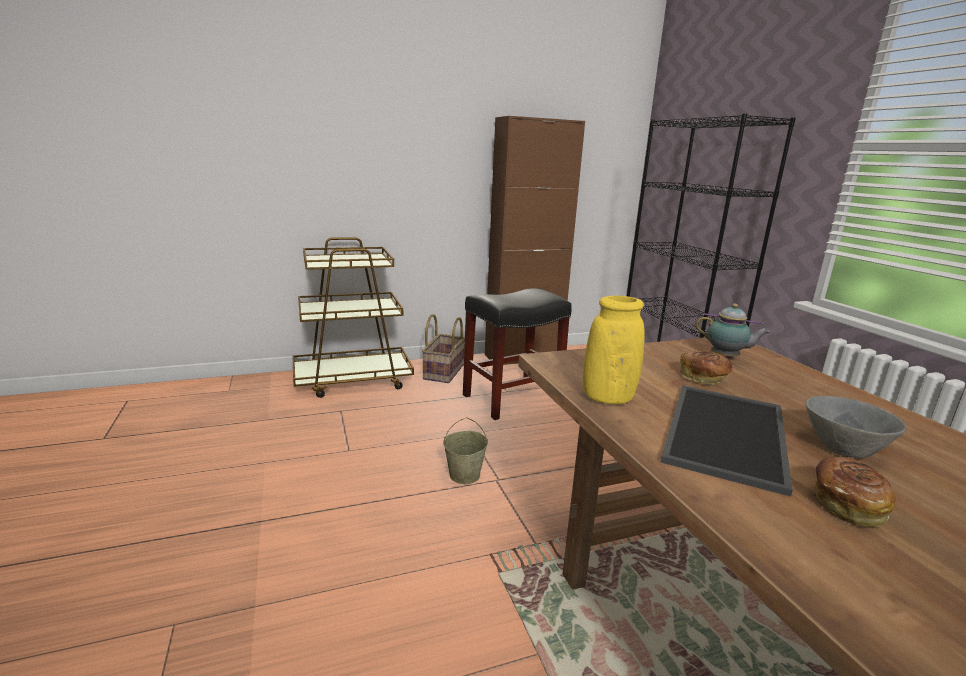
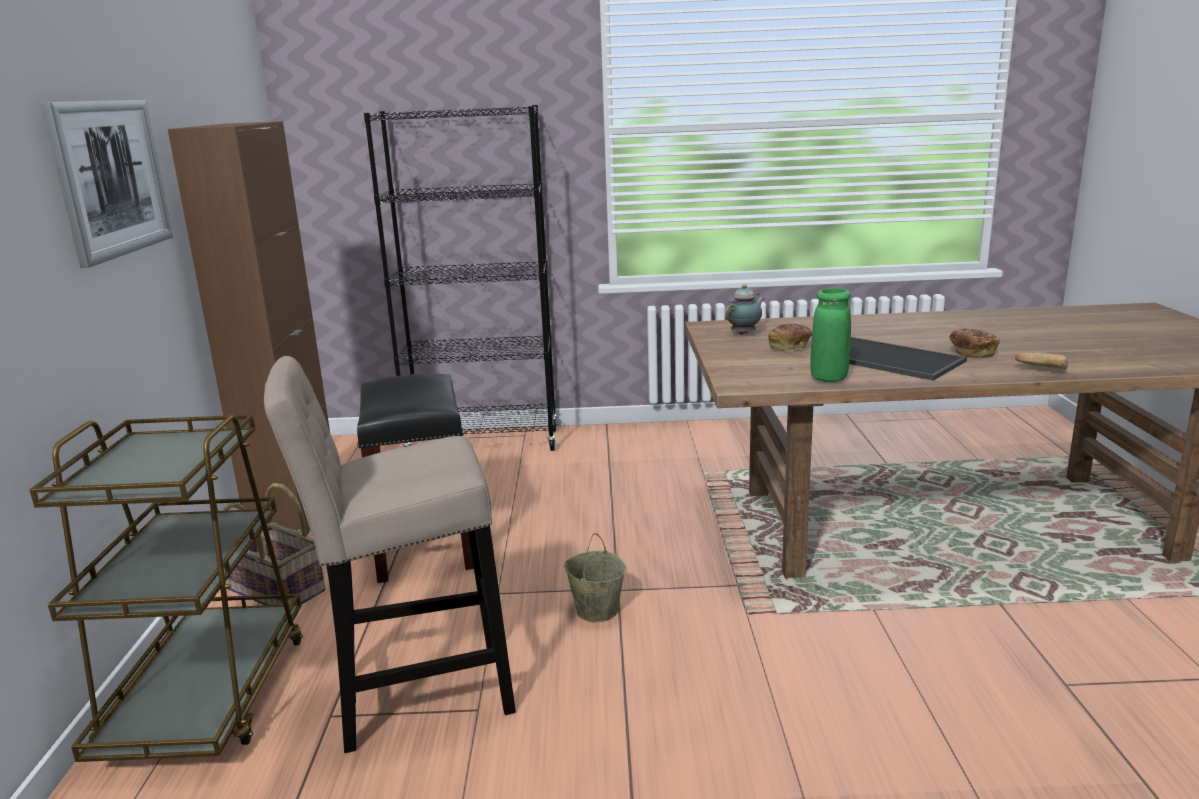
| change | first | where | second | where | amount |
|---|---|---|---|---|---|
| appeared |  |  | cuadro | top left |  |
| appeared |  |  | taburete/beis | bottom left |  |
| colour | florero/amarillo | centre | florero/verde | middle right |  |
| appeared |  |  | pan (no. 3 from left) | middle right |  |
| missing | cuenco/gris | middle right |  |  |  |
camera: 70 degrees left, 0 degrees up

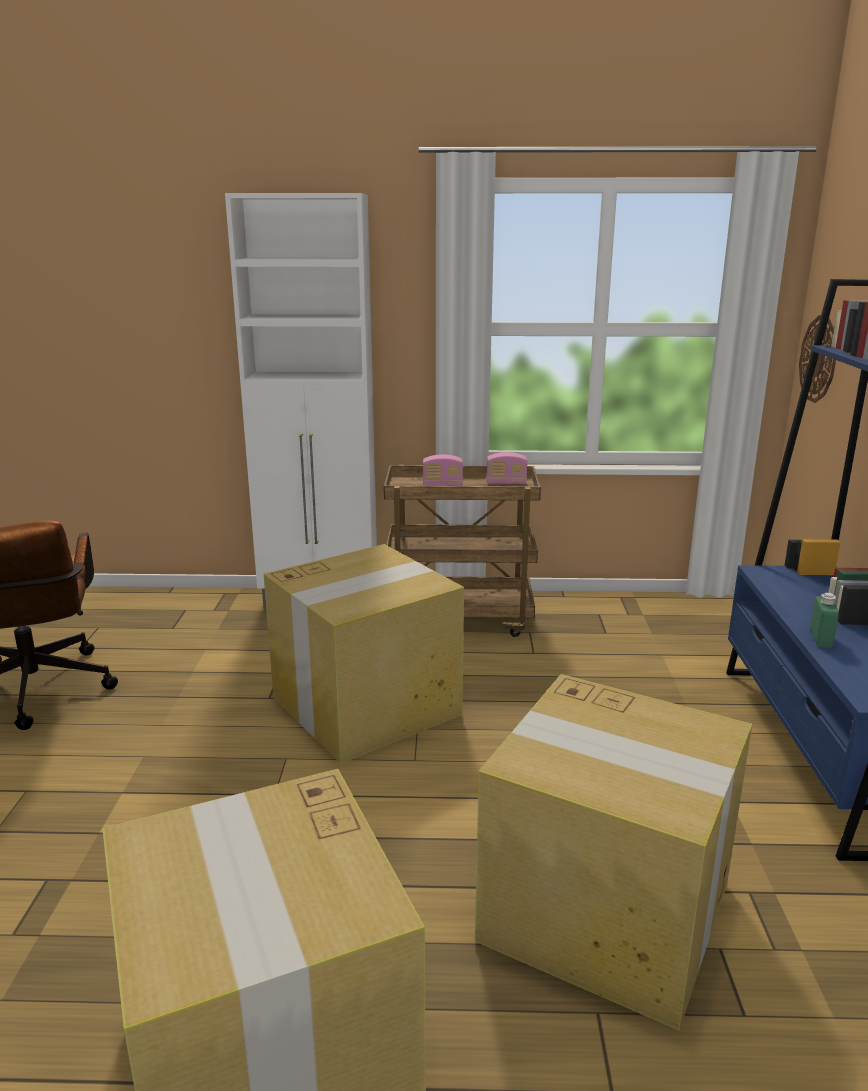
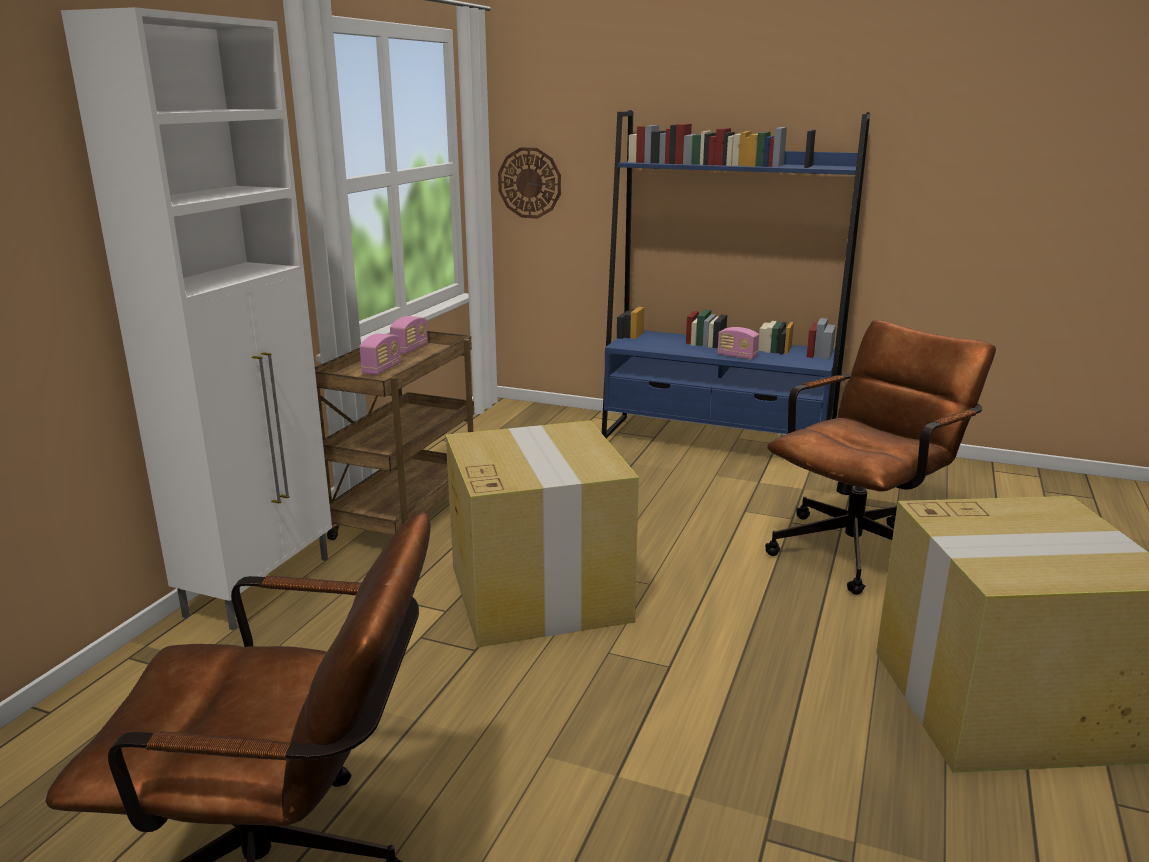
| change | first | where | second | where | amount |
|---|---|---|---|---|---|
| exchanged | botella/verde | middle right | radio (no. 3 from left) | centre |  |
| exchanged | caja de cartón (no. 3 from left) | bottom right | silla de oficina/marrón (no. 2 from left) | middle right |  |
camera: 70 degrees left, 0 degrees up

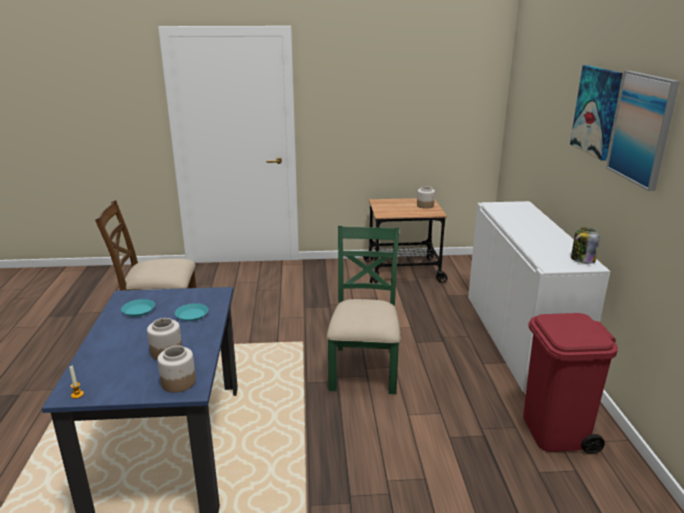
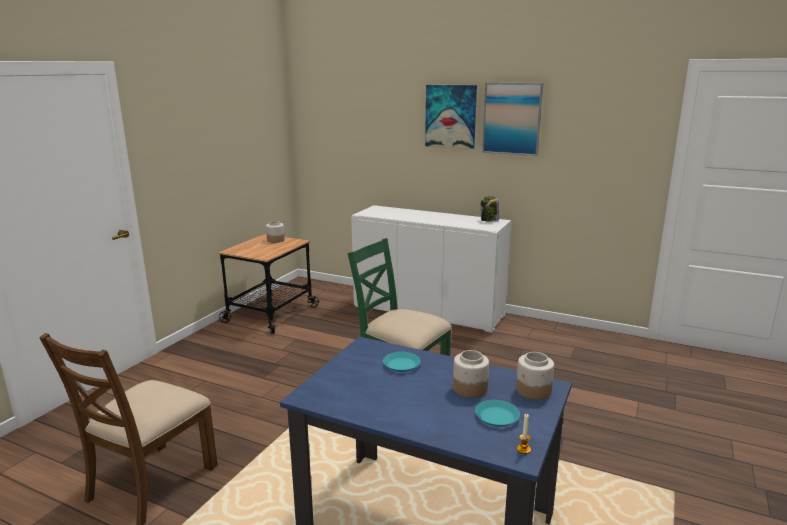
| change | first | where | second | where | amount |
|---|---|---|---|---|---|
| relocated | plato/turquesa (no. 1 from left in the first image) | middle left | plato/turquesa (no. 2 from left) | bottom centre |  |
| missing | papelera/rojo | bottom right |  |  |  |
camera: 60 degrees left, 5 degrees down

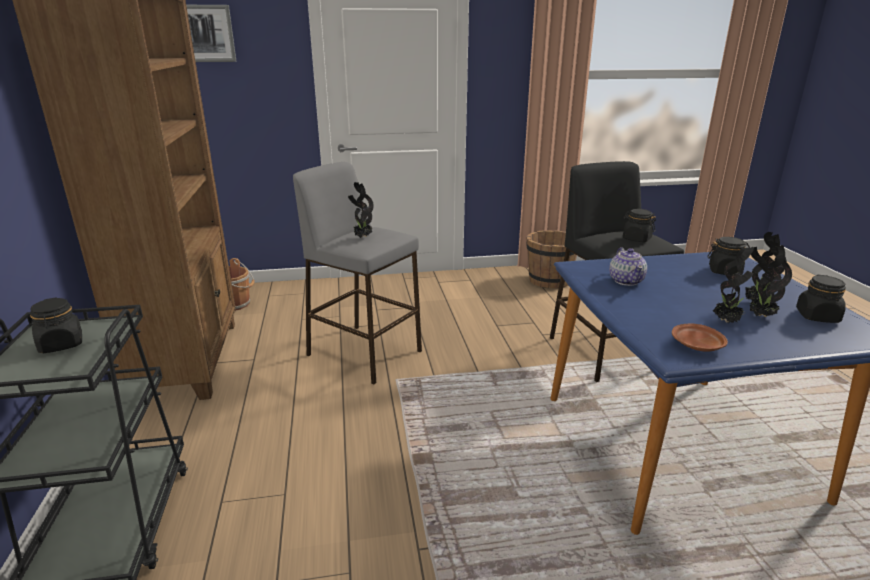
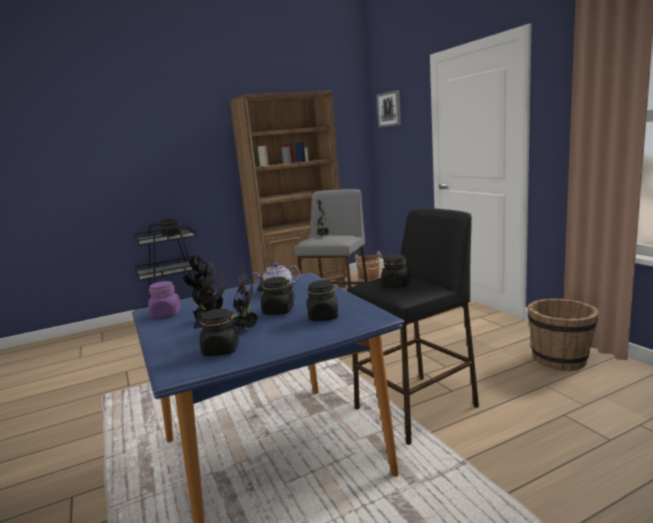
| change | first | where | second | where | amount |
|---|---|---|---|---|---|
| exchanged | plato/marrón | middle right | tarro/morado | middle left |  |
| appeared |  |  | tarro/negro (no. 3 from left) | centre |  |
camera: 75 degrees right, 10 degrees down

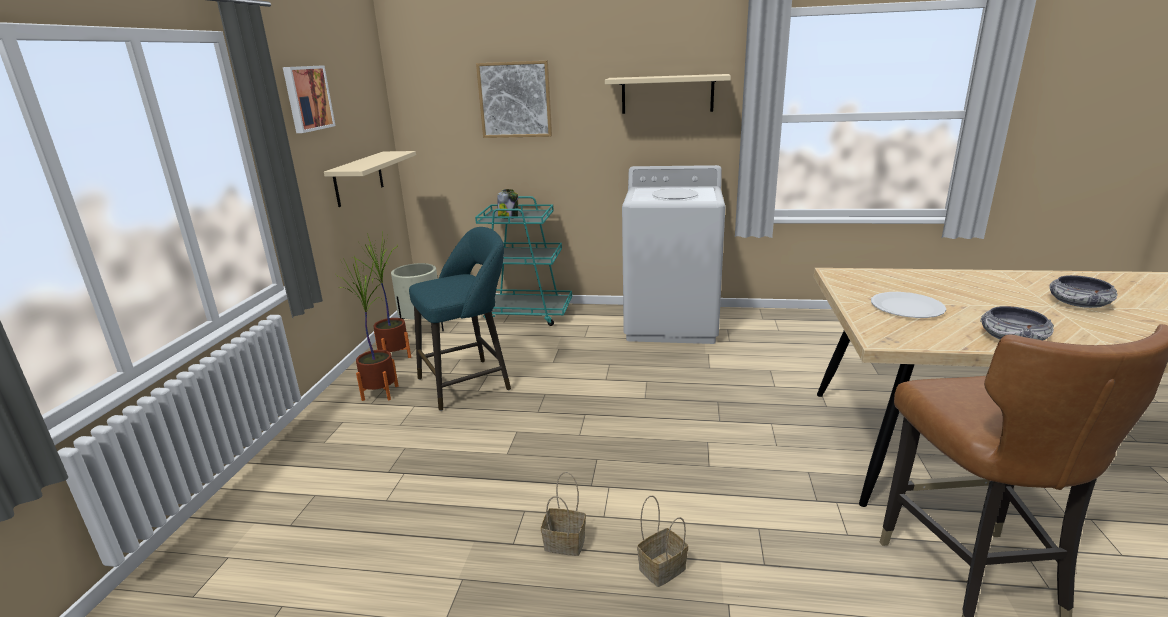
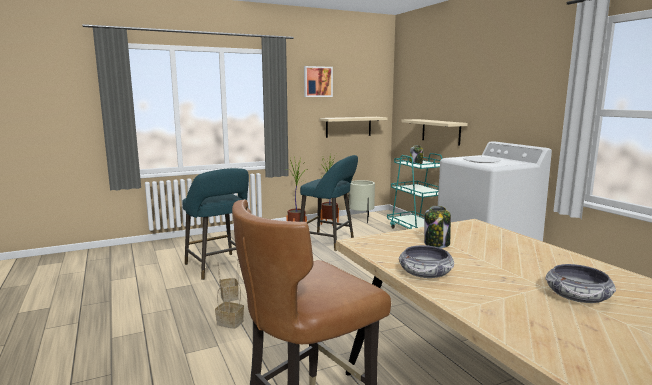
| change | first | where | second | where | amount |
|---|---|---|---|---|---|
| appeared |  |  | taburete/turquesa (no. 1 from left) | middle left |  |
| relocated | estante/beis (no. 2 from left) | top centre |  | centre |  |
| exchanged | plato/blanco (no. 2 from left) | middle right | tarro (no. 2 from left) | middle right |  |
| missing | cuadro (no. 2 from left) | top centre |  |  |  |
camera: 55 degrees right, 10 degrees down

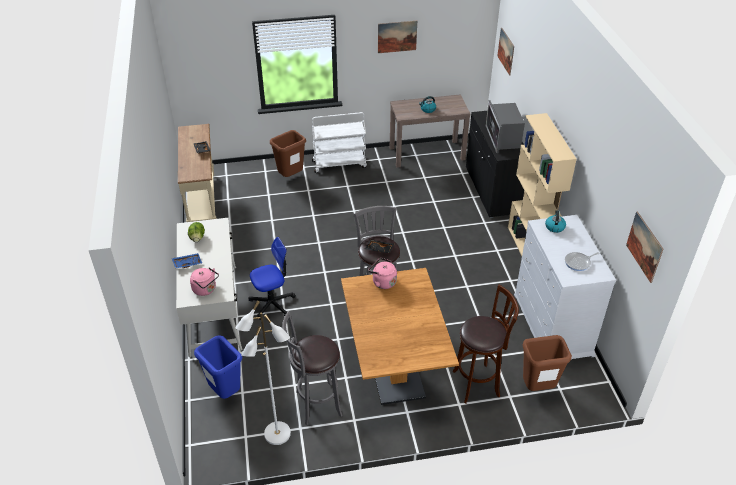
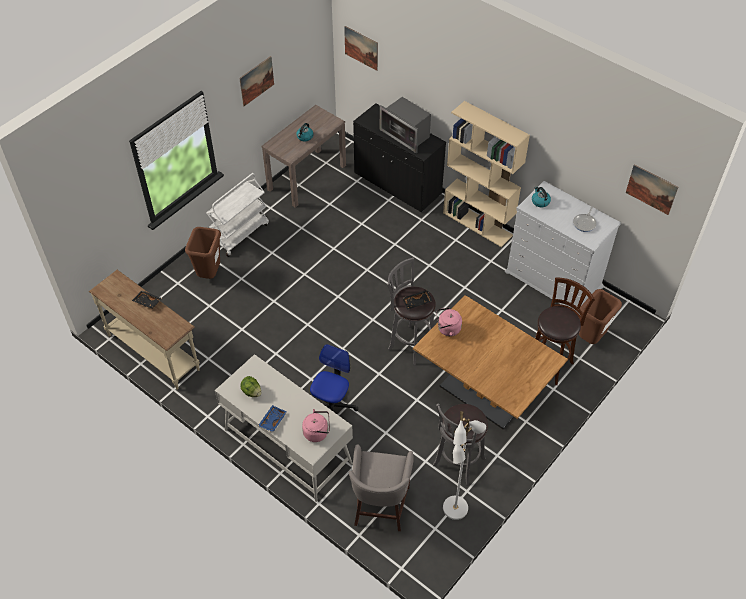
| change | first | where | second | where | amount |
|---|---|---|---|---|---|
| exchanged | papelera/azul | bottom left | taburete/gris (no. 1 from left) | bottom centre |  |
camera: 40 degrees left, 10 degrees up

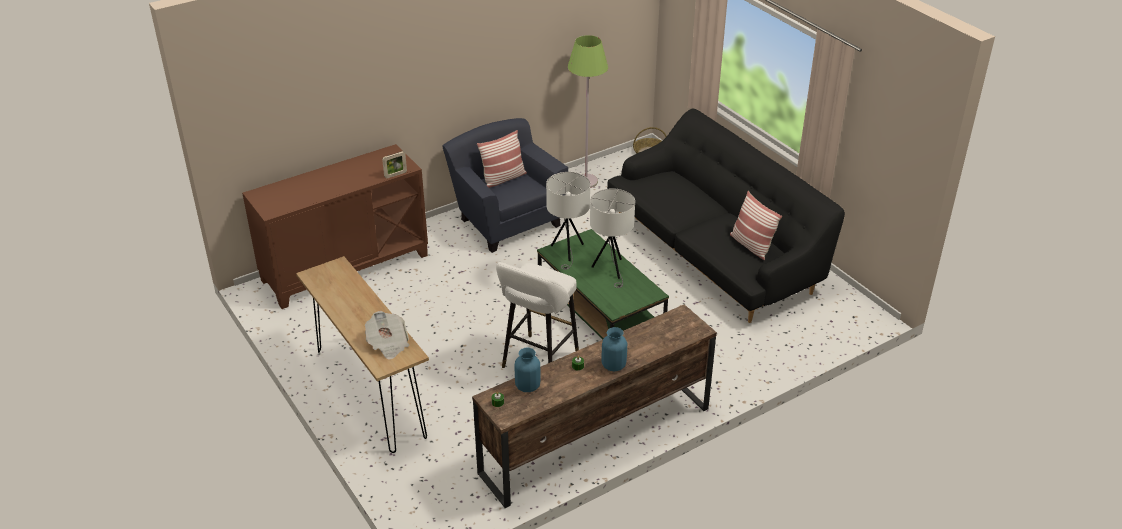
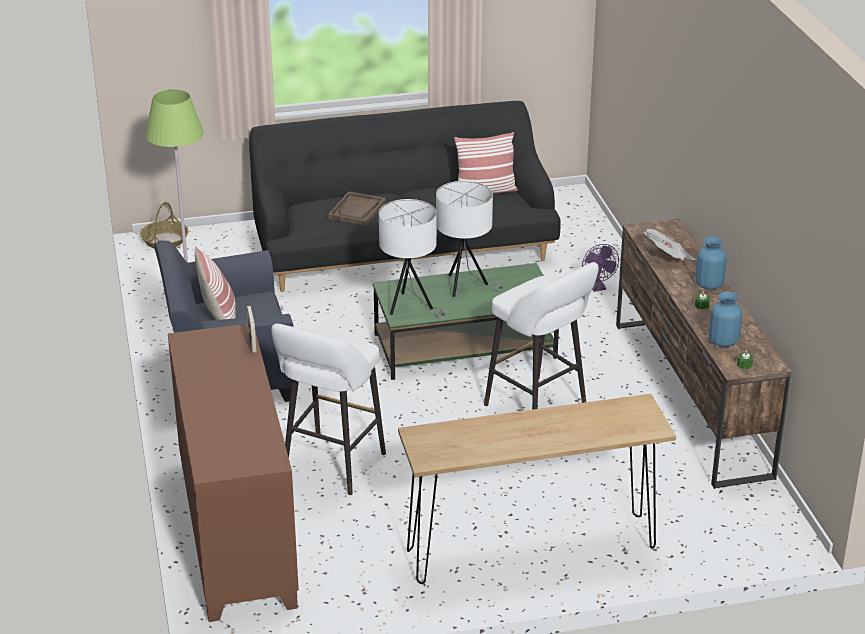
| change | first | where | second | where | amount |
|---|---|---|---|---|---|
| appeared |  |  | taburete/blanco (no. 1 from left) | centre |  |
| appeared |  |  | bandeja/marrón | top centre |  |
| appeared |  |  | ventilador/morado | middle right |  |
| relocated | periódico | centre |  | middle right |  |
camera: 70 degrees left, 5 degrees down

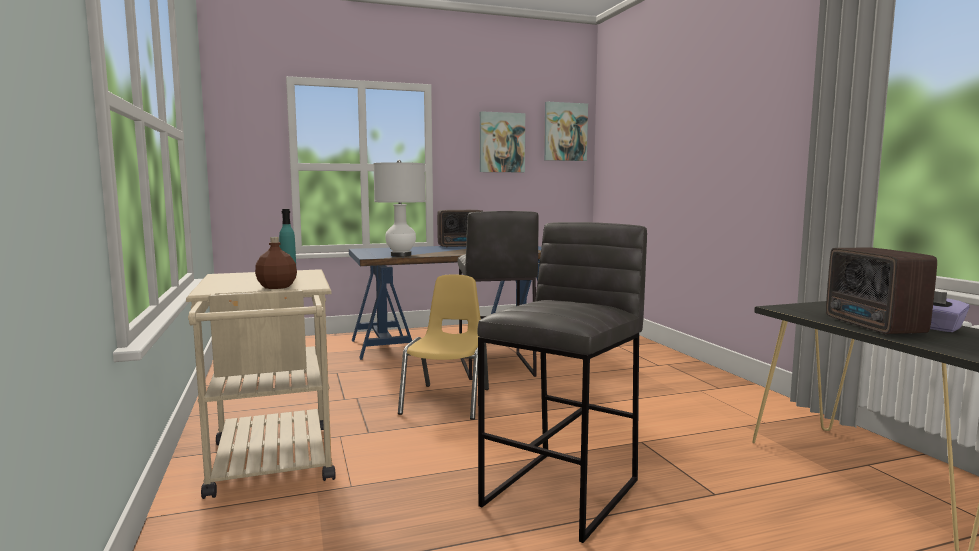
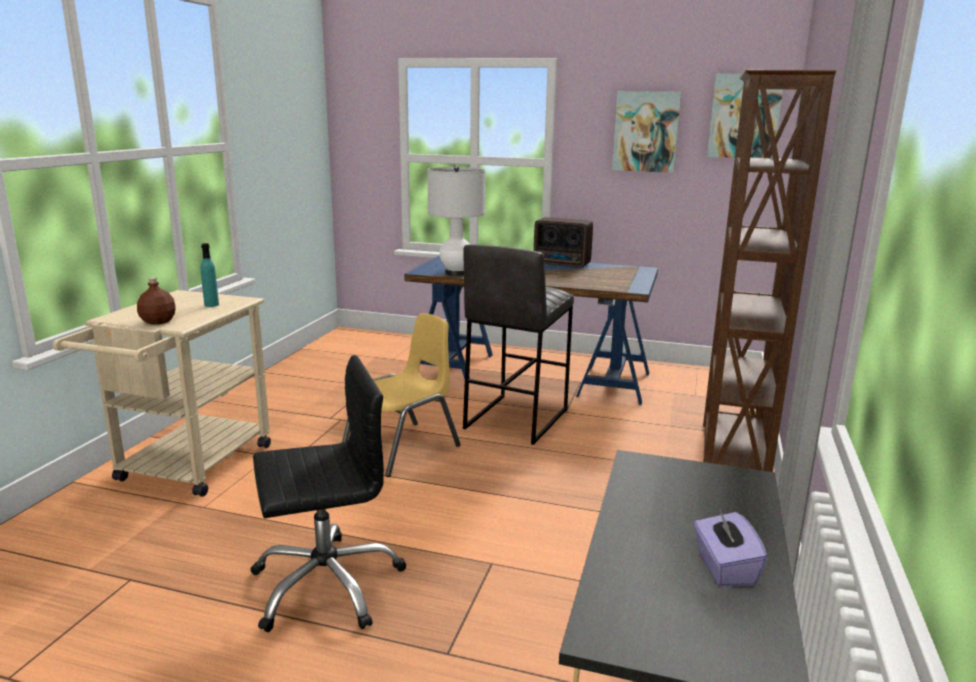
| change | first | where | second | where | amount |
|---|---|---|---|---|---|
| exchanged | taburete/gris (no. 2 from left) | bottom centre | silla de oficina/negro | bottom centre |  |
| appeared |  |  | estantería/marrón | middle right |  |
| missing | radio (no. 2 from left) | middle right |  |  |  |
camera: 35 degrees right, 10 degrees up

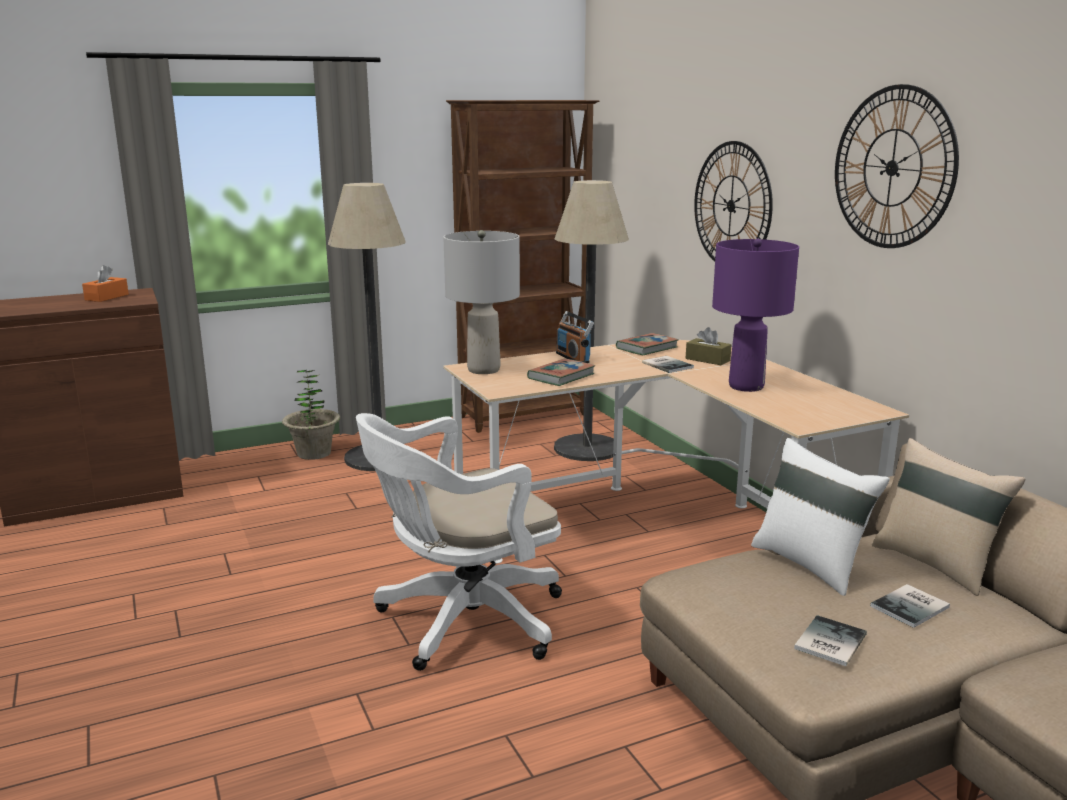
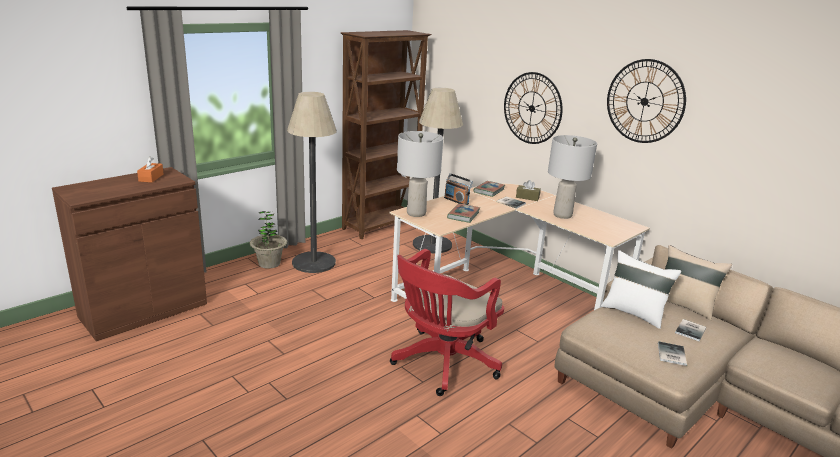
| change | first | where | second | where | amount |
|---|---|---|---|---|---|
| colour | silla de oficina/blanco | bottom centre | silla de oficina/rojo | bottom centre |  |
| colour | lámpara de mesa/morado | middle right | lámpara de mesa/gris (no. 2 from left) | middle right |  |
camera: 20 degrees left, 5 degrees up

